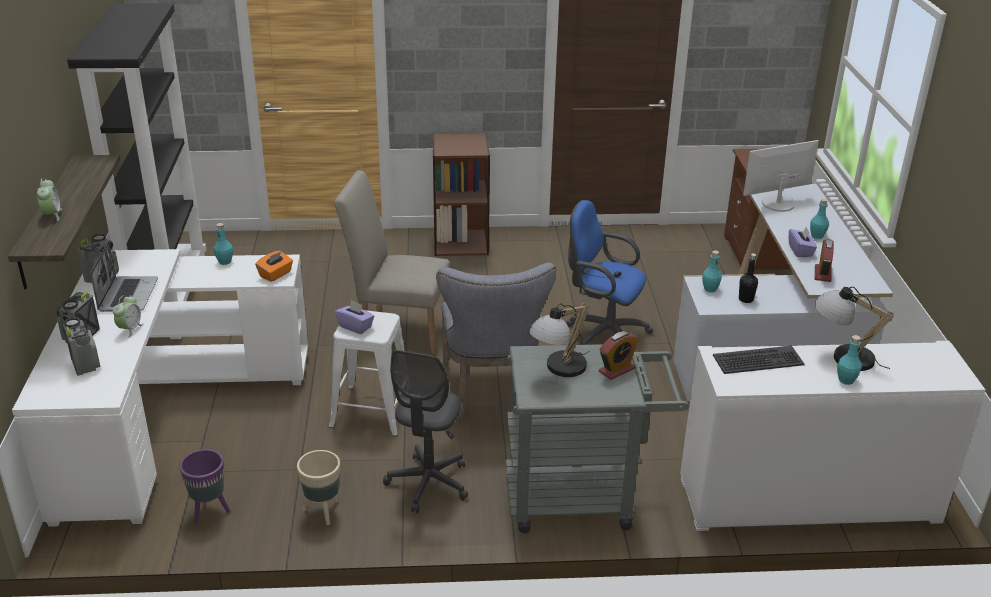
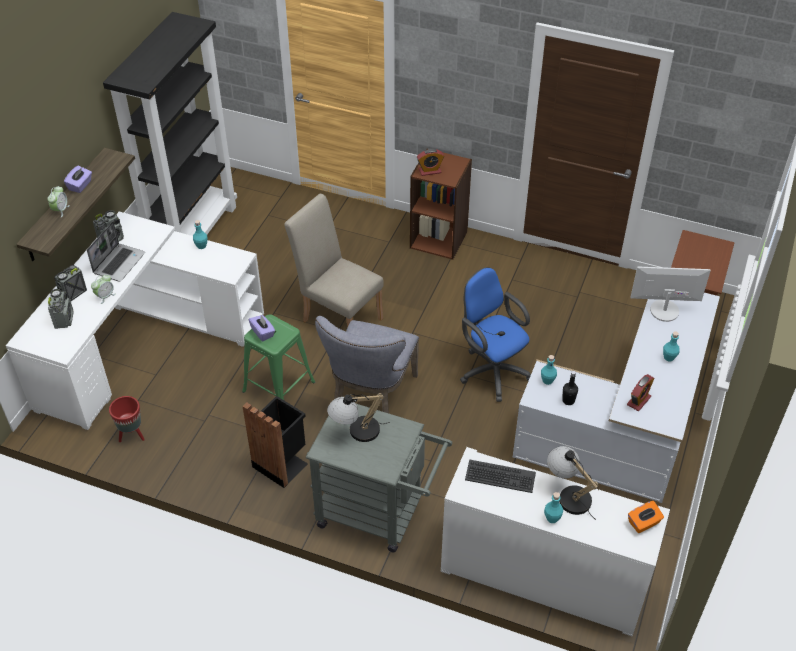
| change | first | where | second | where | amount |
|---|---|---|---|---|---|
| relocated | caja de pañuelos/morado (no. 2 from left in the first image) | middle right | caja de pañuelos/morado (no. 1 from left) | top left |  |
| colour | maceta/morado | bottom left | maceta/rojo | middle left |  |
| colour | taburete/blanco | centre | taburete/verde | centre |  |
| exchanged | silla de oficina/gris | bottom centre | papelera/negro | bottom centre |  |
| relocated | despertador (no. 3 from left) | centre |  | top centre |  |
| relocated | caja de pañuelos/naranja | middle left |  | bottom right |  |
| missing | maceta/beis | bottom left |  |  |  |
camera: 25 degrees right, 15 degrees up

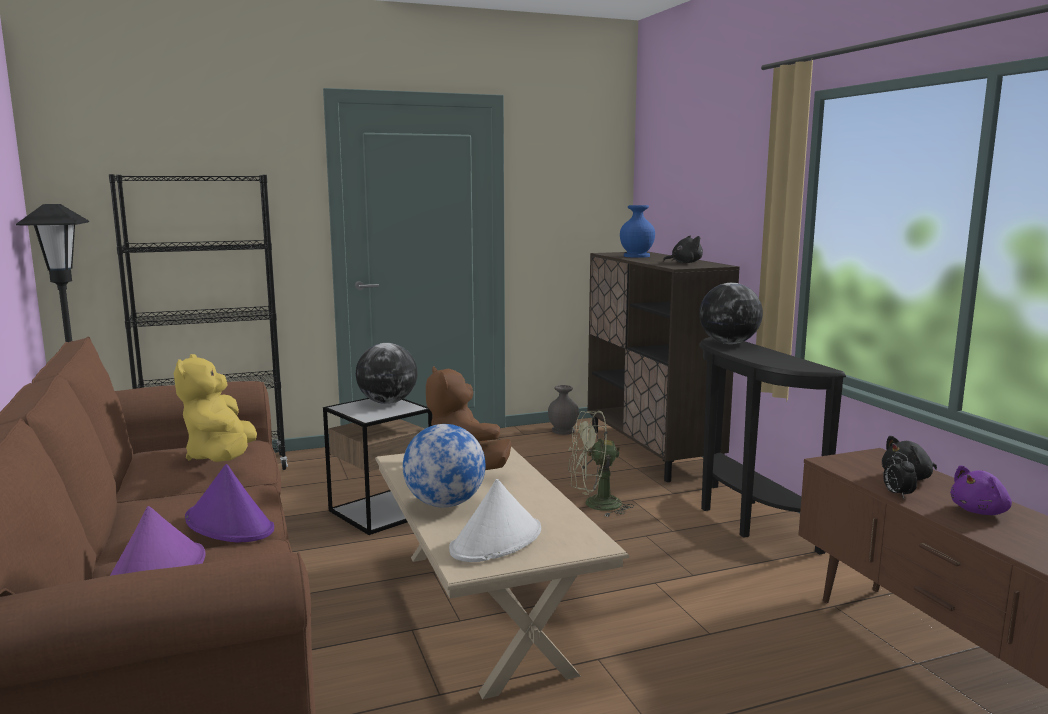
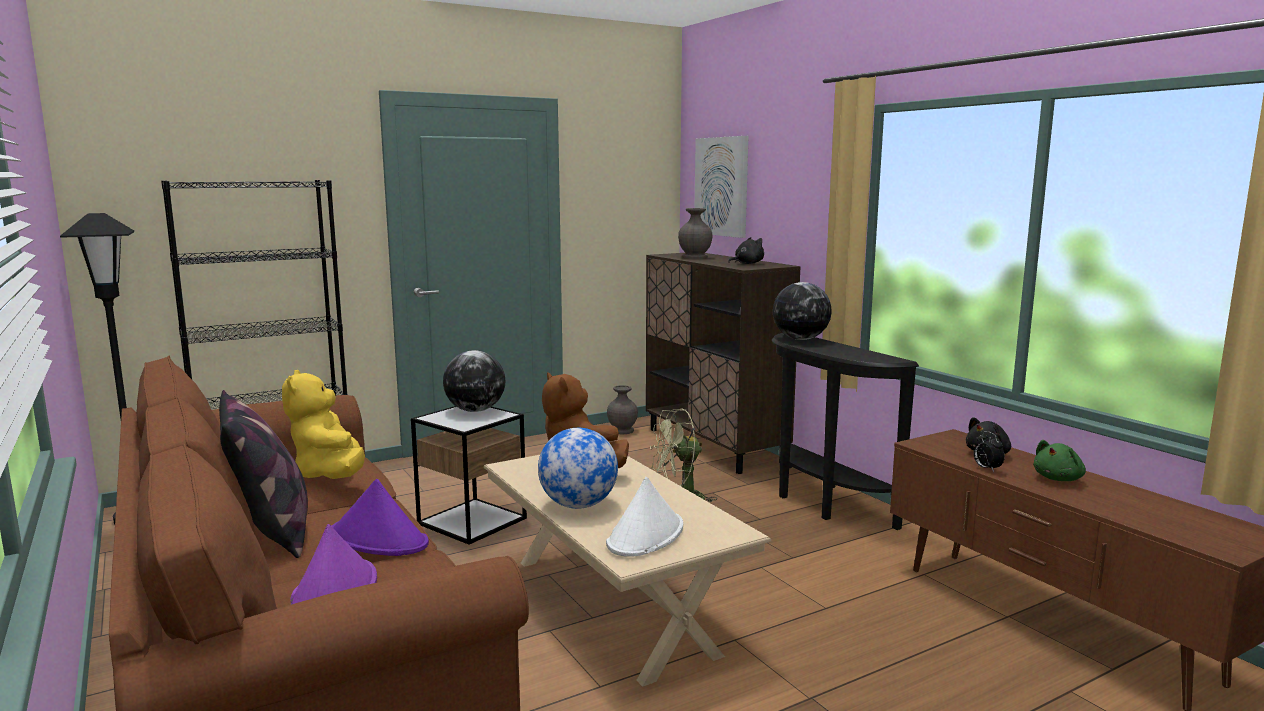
| change | first | where | second | where | amount |
|---|---|---|---|---|---|
| appeared |  |  | cojín | bottom left |  |
| colour | florero/azul | top centre | florero/gris (no. 2 from left) | top centre |  |
| appeared |  |  | cuadro | top centre |  |
| colour | peluche/morado | bottom right | peluche/verde | middle right |  |
camera: 10 degrees left, 0 degrees up

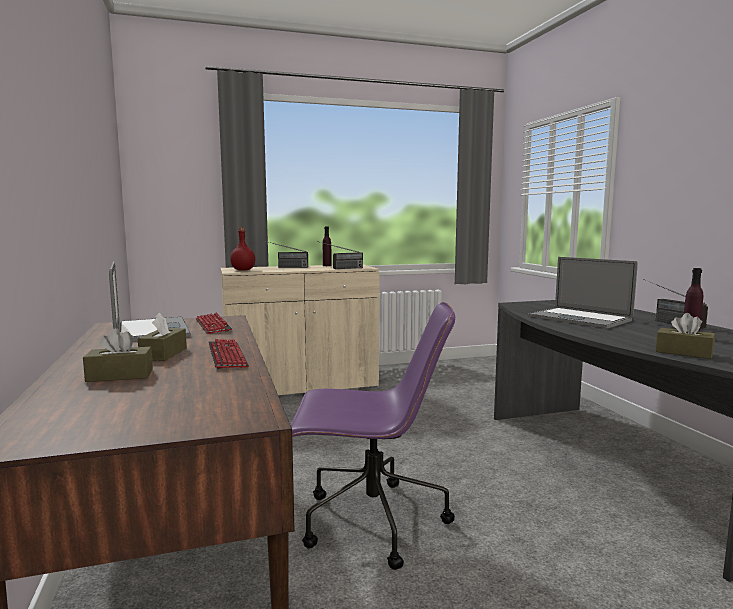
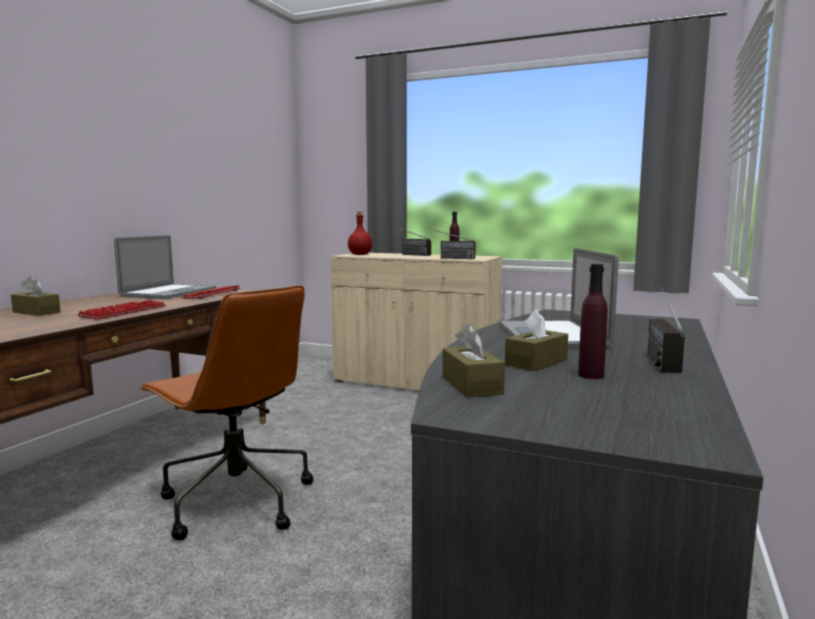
| change | first | where | second | where | amount |
|---|---|---|---|---|---|
| colour | silla de oficina/morado | bottom centre | silla de oficina/marrón | middle left |  |
| relocated | caja de pañuelos/marrón (no. 2 from left in the first image) | middle left | caja de pañuelos/marrón (no. 3 from left) | centre |  |
camera: 40 degrees right, 0 degrees up

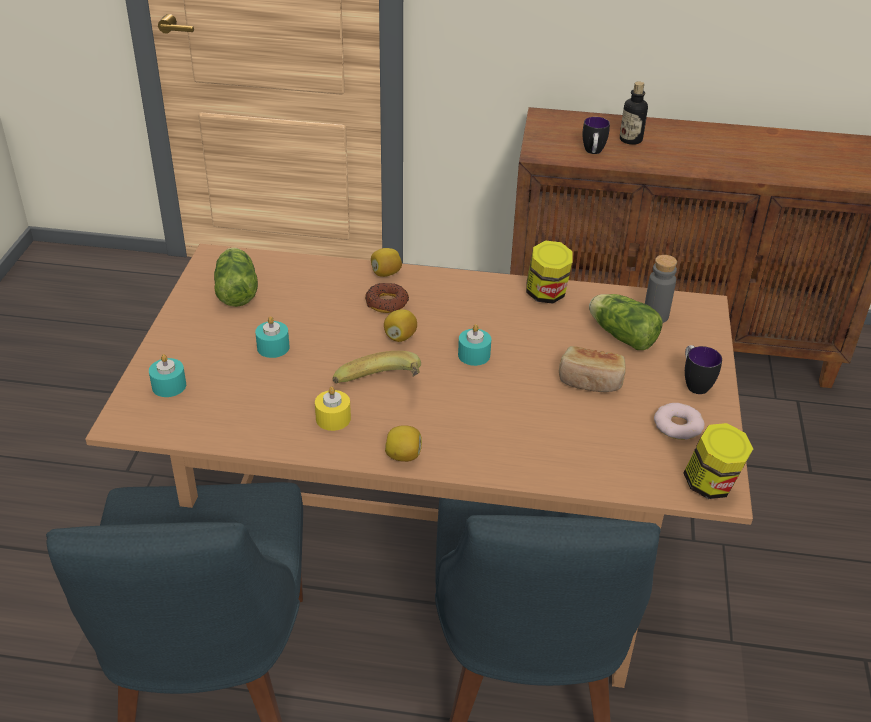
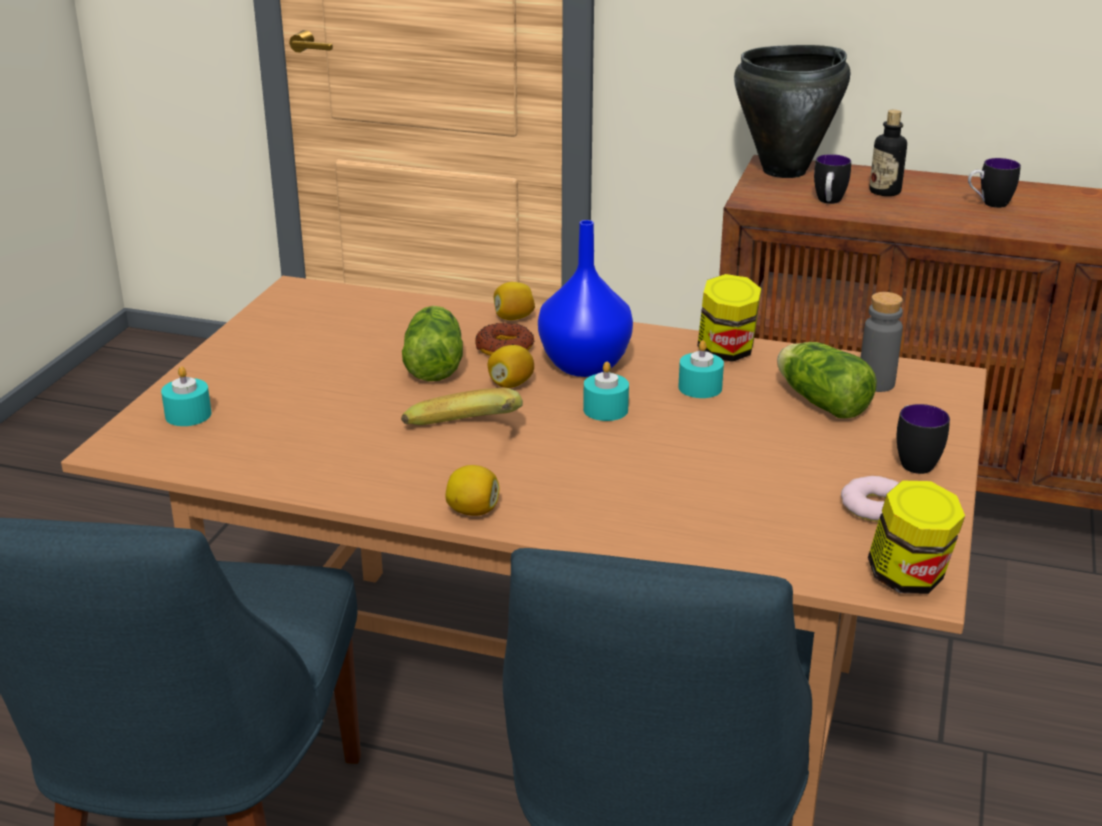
| change | first | where | second | where | amount |
|---|---|---|---|---|---|
| relocated | lechuga (no. 1 from left) | middle left |  | centre |  |
| appeared |  |  | florero/azul | centre |  |
| relocated | vela/turquesa (no. 2 from left in the first image) | middle left | vela/turquesa (no. 3 from left) | centre |  |
| appeared |  |  | olla/negro | top right |  |
| appeared |  |  | taza grande (no. 3 from left) | top right |  |
| missing | vela/amarillo | centre |  |  |  |
| missing | pan | middle right |  |  |  |
camera: 10 degrees right, 10 degrees down

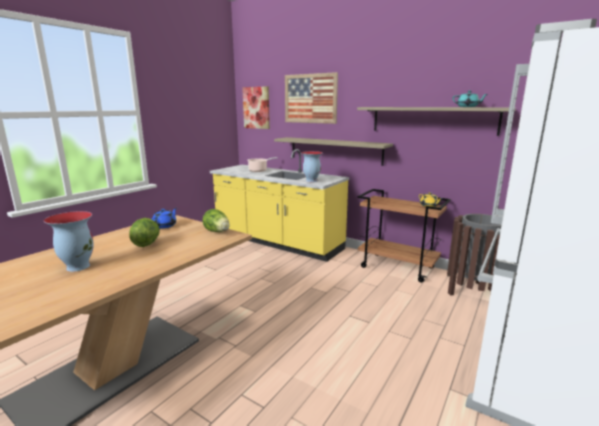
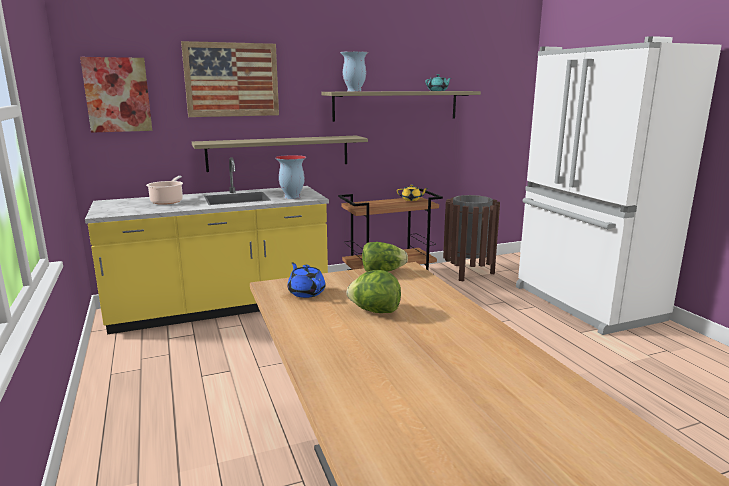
| change | first | where | second | where | amount |
|---|---|---|---|---|---|
| relocated | florero (no. 1 from left in the first image) | middle left | florero (no. 2 from left) | top centre |  |
camera: 55 degrees left, 0 degrees up

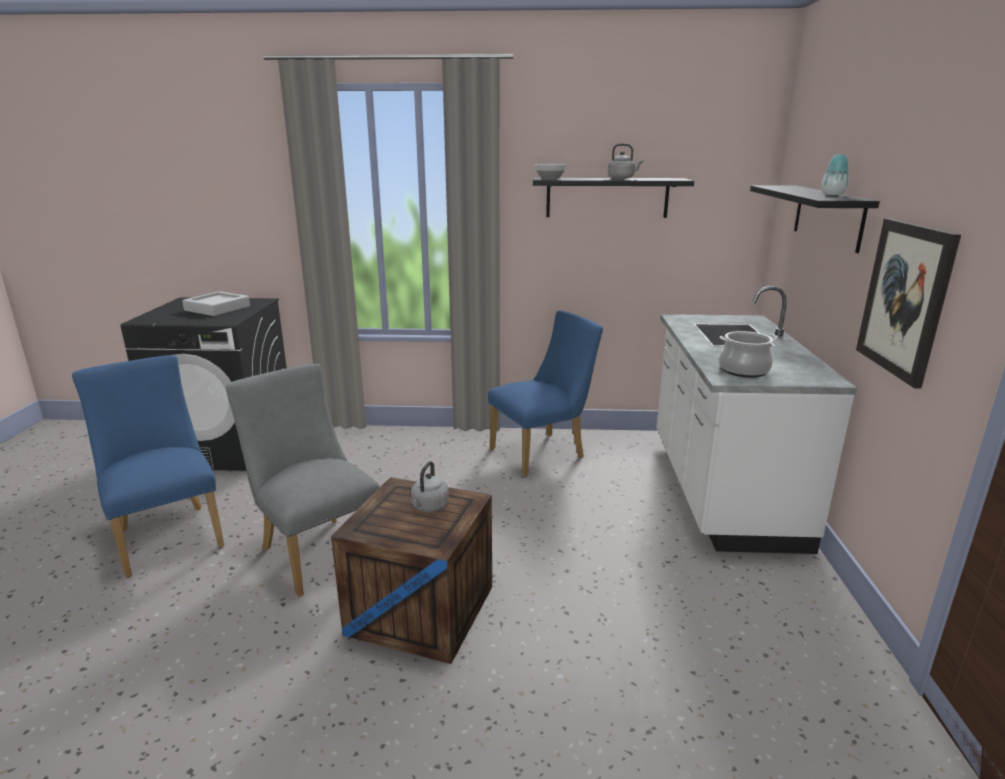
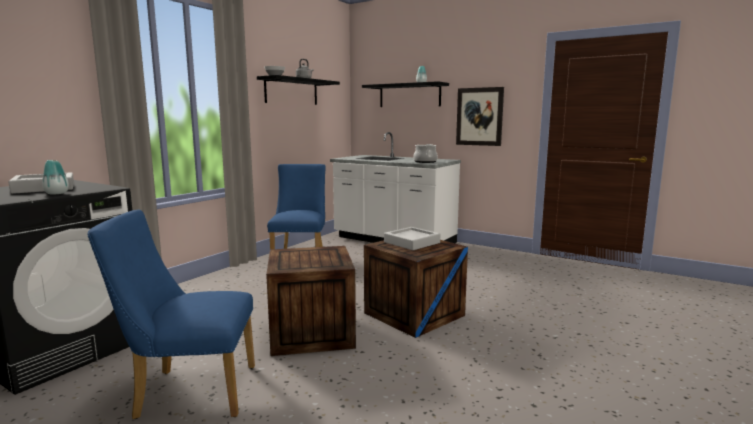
| change | first | where | second | where | amount |
|---|---|---|---|---|---|
| appeared |  |  | florero (no. 1 from left) | middle left |  |
| exchanged | silla/gris | middle left | caja de embalaje (no. 1 from left) | bottom centre |  |
| exchanged | hervidor/gris (no. 1 from left) | centre | bandeja/gris (no. 2 from left) | centre |  |
camera: 60 degrees left, 10 degrees down

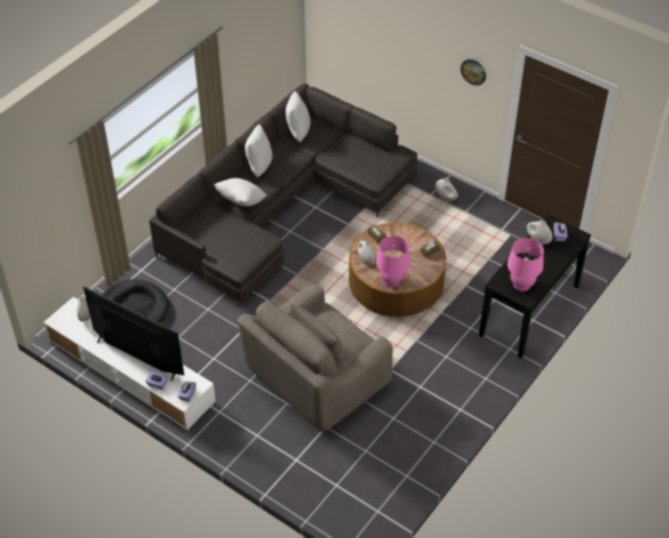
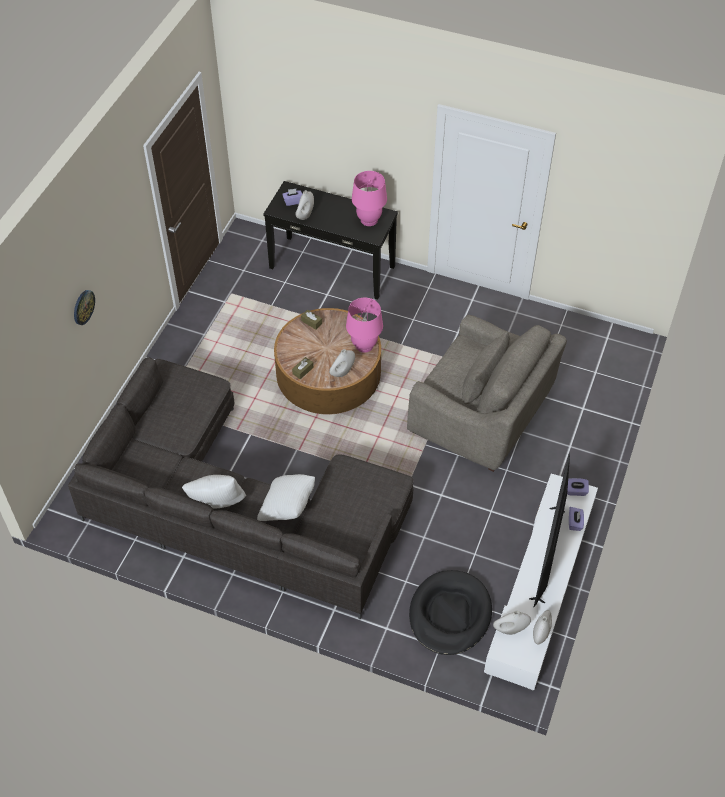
| change | first | where | second | where | amount |
|---|---|---|---|---|---|
| relocated | reloj de pared | top right |  | middle left |  |
| relocated | florero/blanco (no. 3 from left in the first image) | middle right | florero/blanco (no. 4 from left) | bottom right |  |
| missing | cojín/blanco (no. 3 from left) | top centre |  |  |  |
camera: 105 degrees left, 5 degrees up

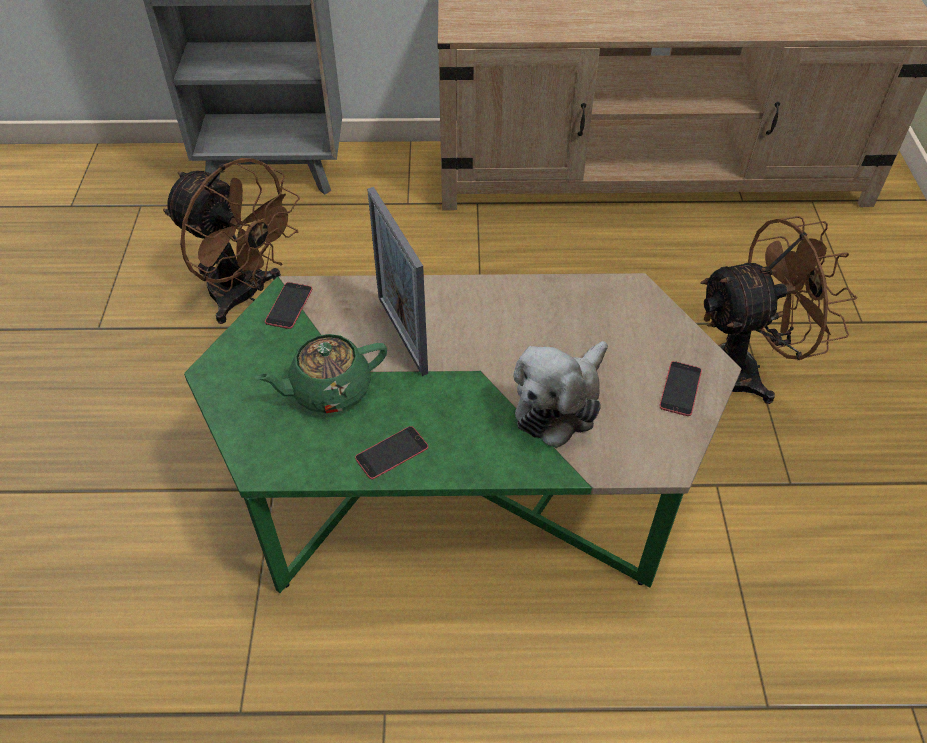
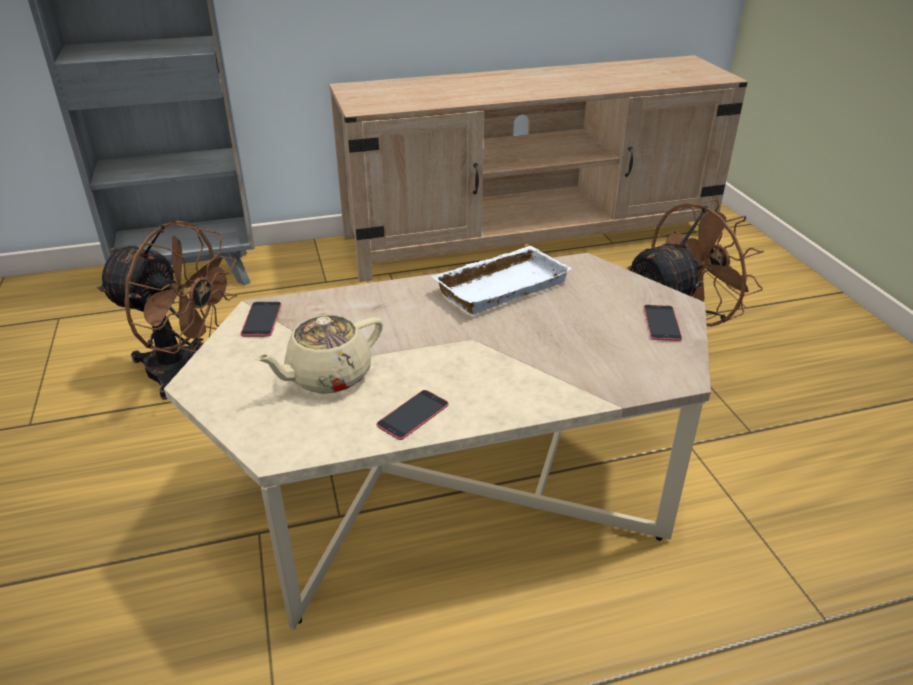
| change | first | where | second | where | amount |
|---|---|---|---|---|---|
| colour | mesa de centro/verde | centre | mesa de centro/beis | centre |  |
| colour | tetera/verde | centre | tetera/beis | centre |  |
| appeared |  |  | bandeja/blanco | centre |  |
| missing | portarretratos | centre |  |  |  |
| missing | peluche | centre |  |  |  |
camera: 15 degrees left, 15 degrees down

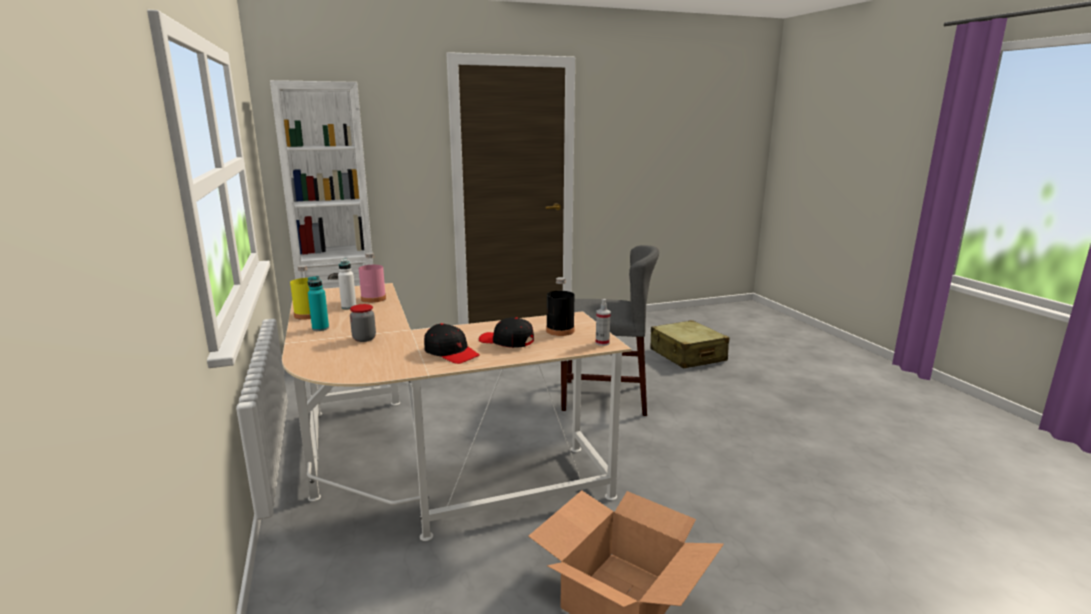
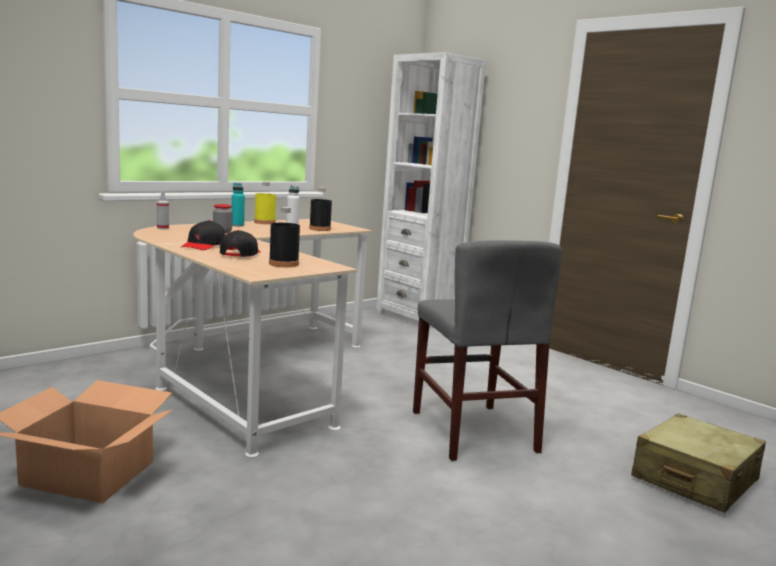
| change | first | where | second | where | amount |
|---|---|---|---|---|---|
| relocated | pulverizador | centre |  | middle left |  |
| colour | botella/rosa | centre | botella/negro (no. 2 from left) | centre |  |
camera: 65 degrees right, 5 degrees down

